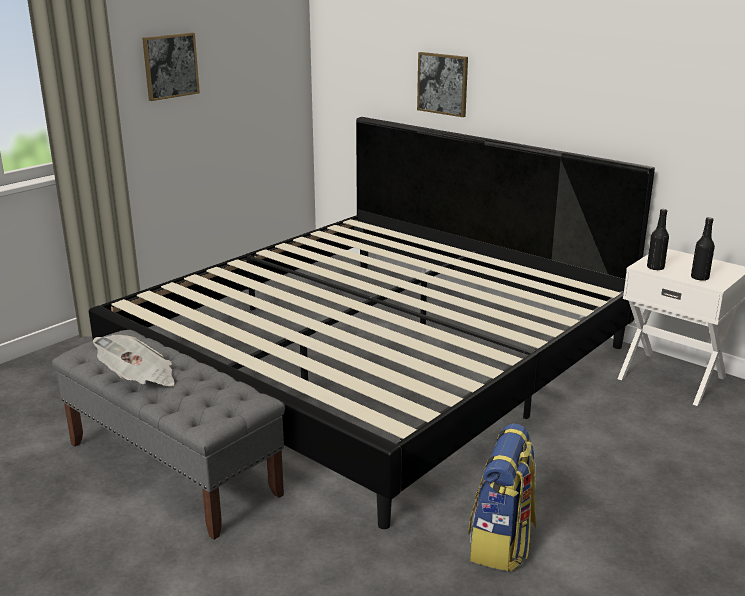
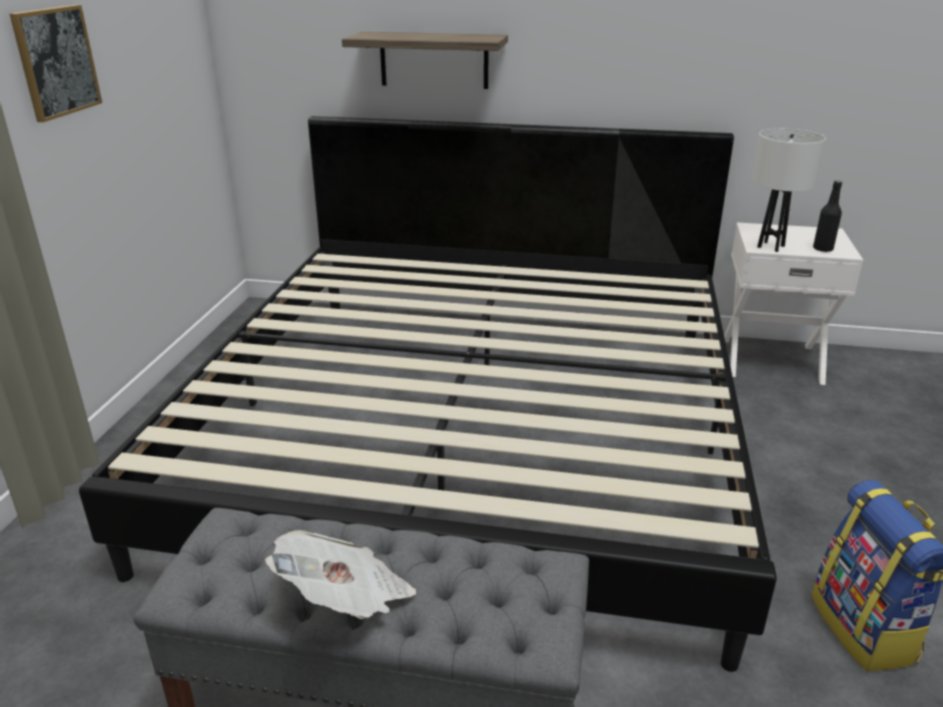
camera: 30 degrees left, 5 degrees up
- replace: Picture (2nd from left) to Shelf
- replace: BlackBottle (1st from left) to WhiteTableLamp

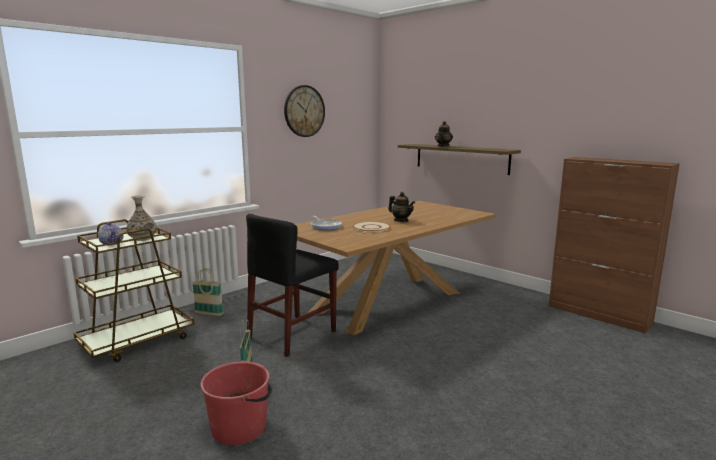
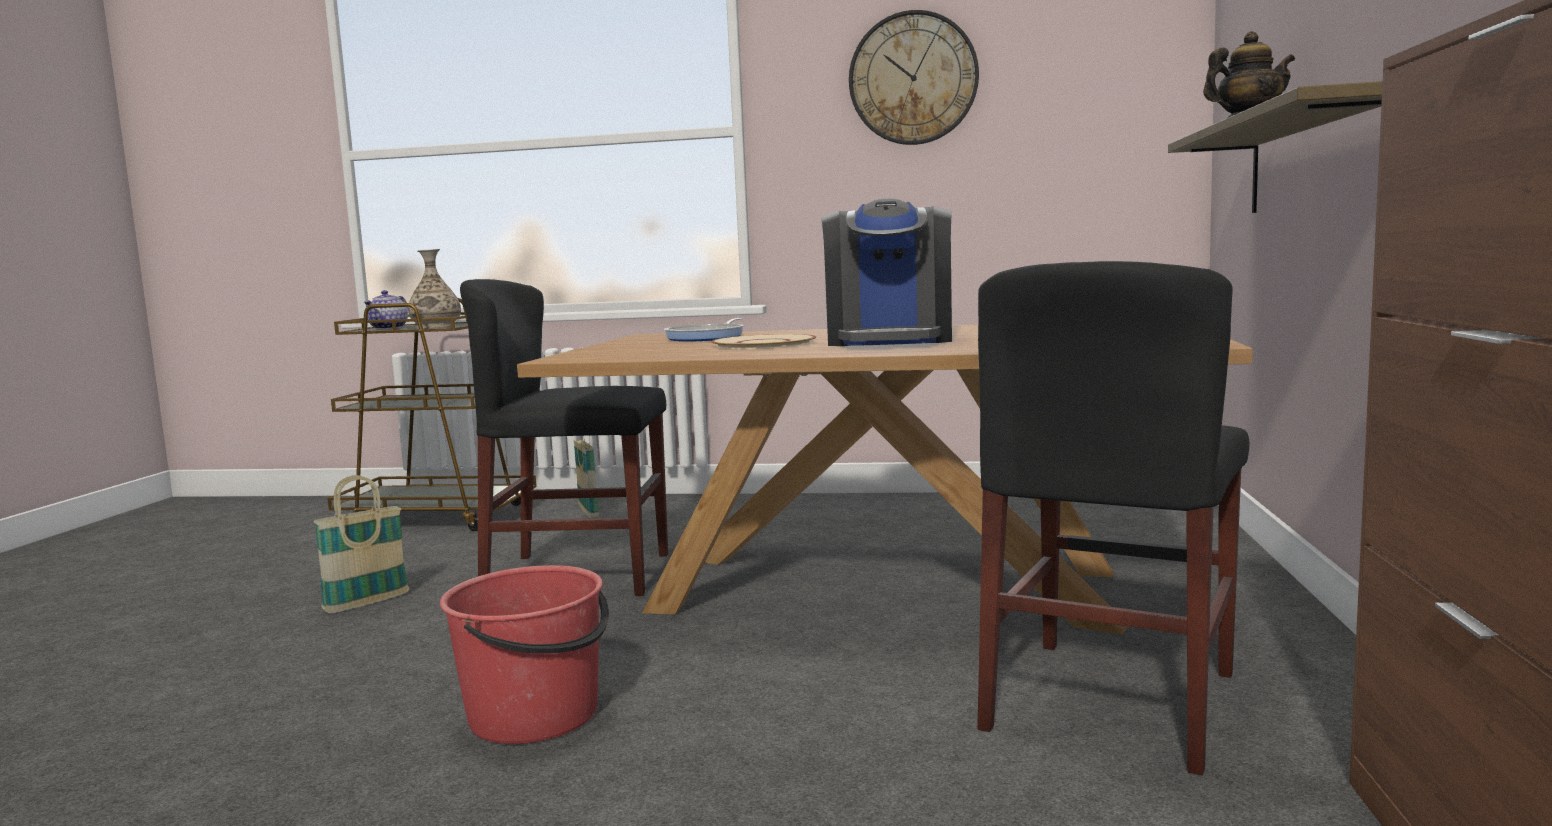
camera: 55 degrees right, 5 degrees down
- move: RedBucket
- replace: Teapot (2nd from left) to CoffeeMachine
- insert: BlackChair (2nd from left)

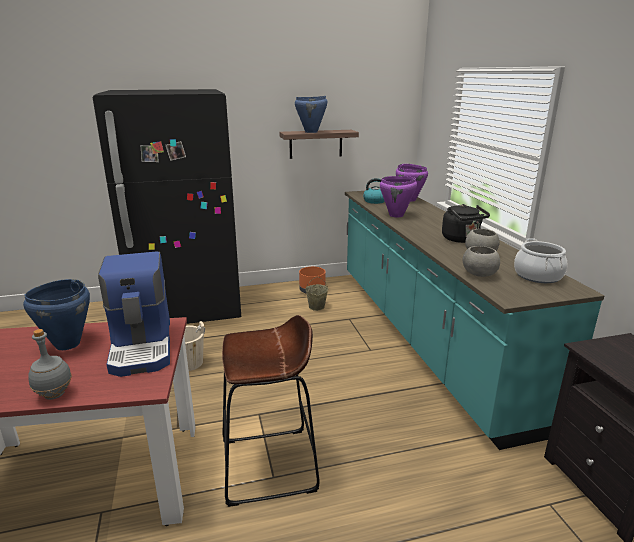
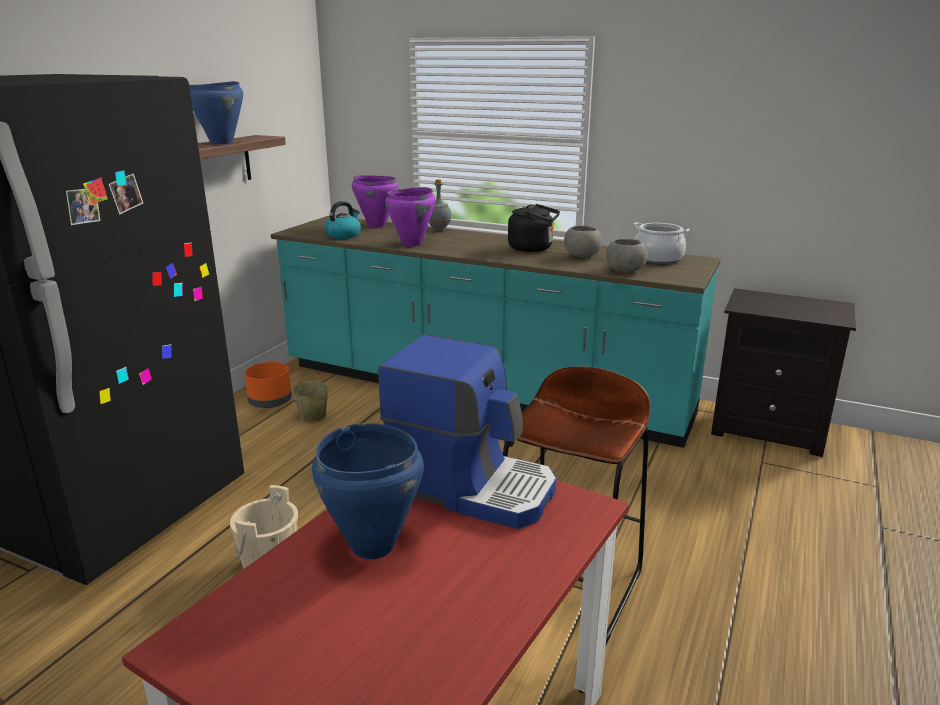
camera: 50 degrees left, 0 degrees up
- move: GreyBottle

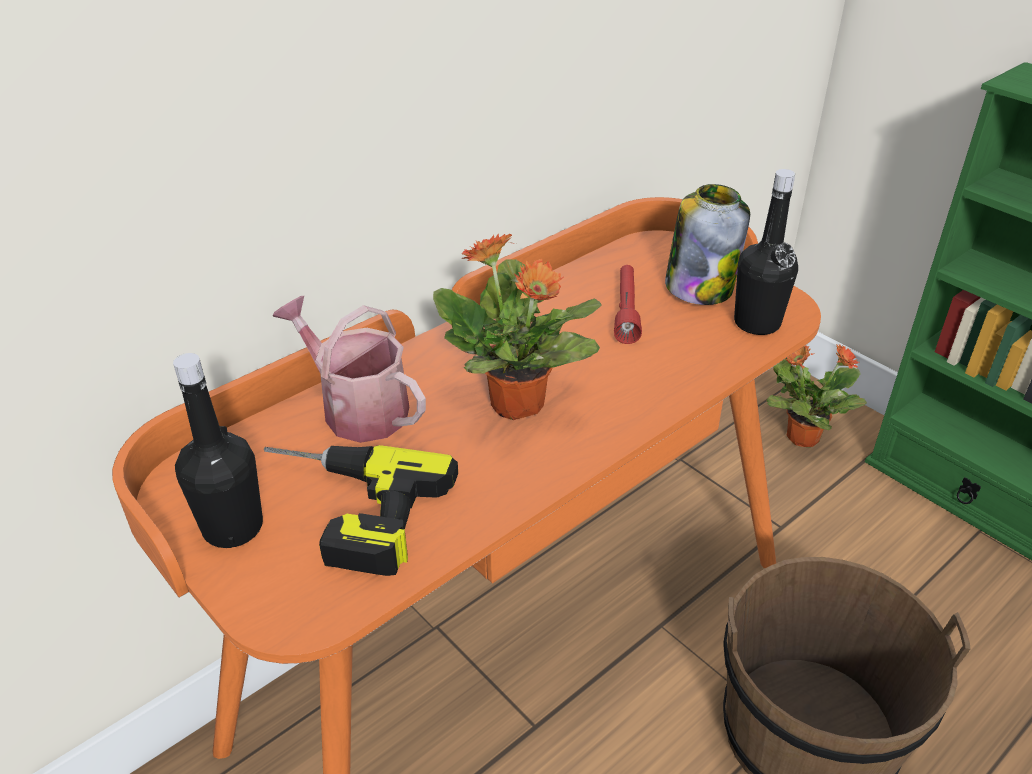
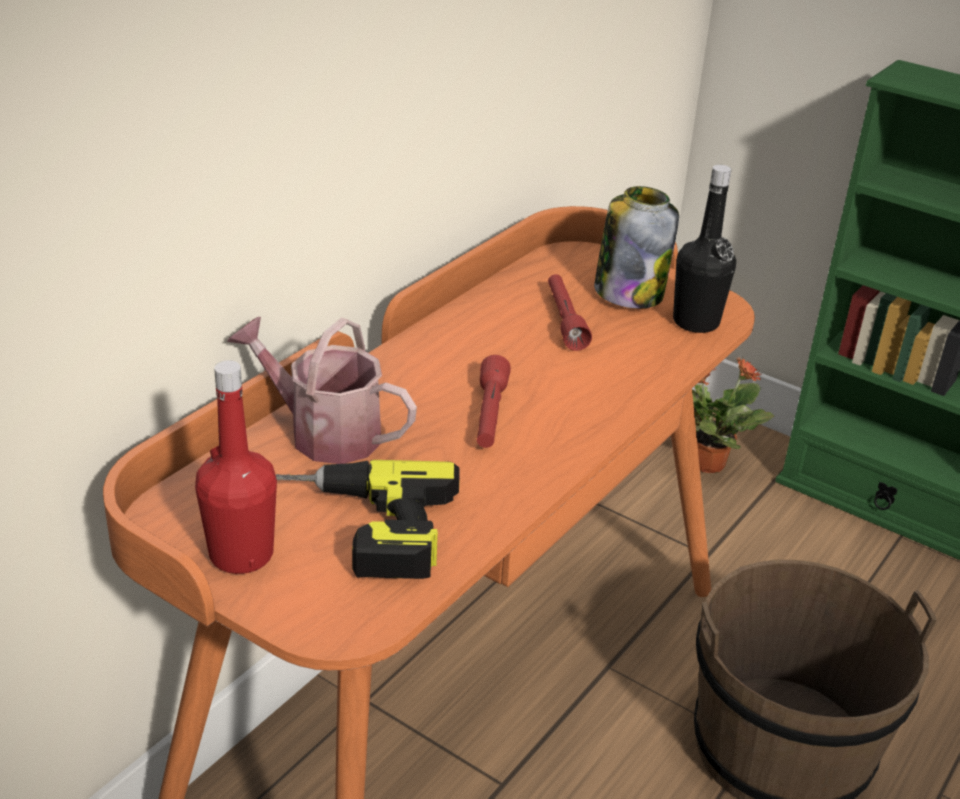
camera: 15 degrees left, 5 degrees down
- recolor: BlackBottle (1st from left) to RedBottle
- replace: PottedPlant (1st from left) to RedFlashlight (1st from left)

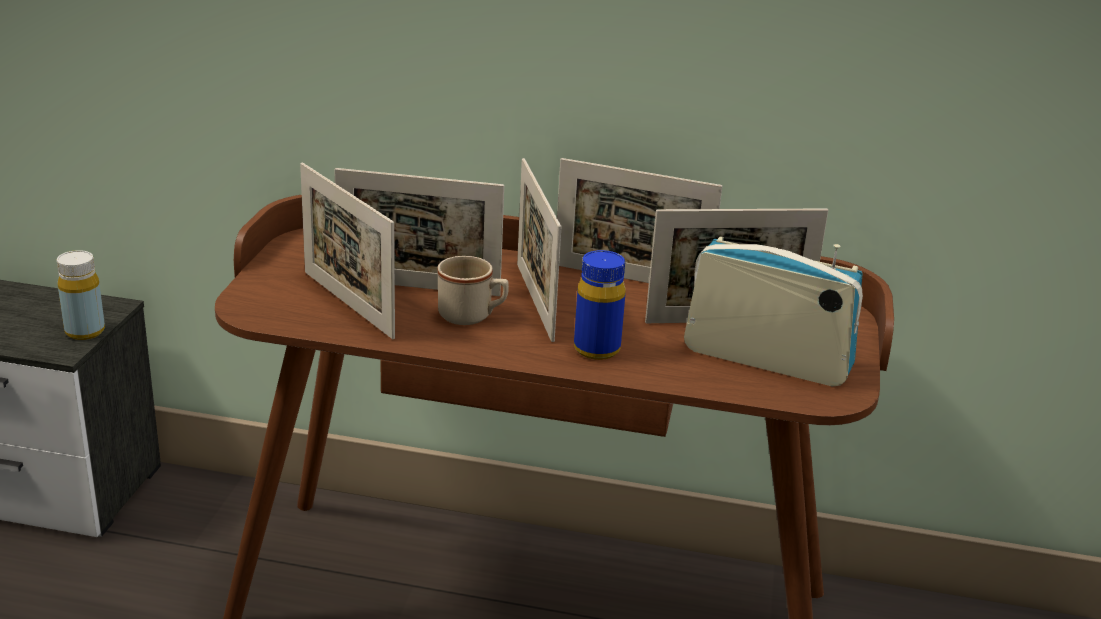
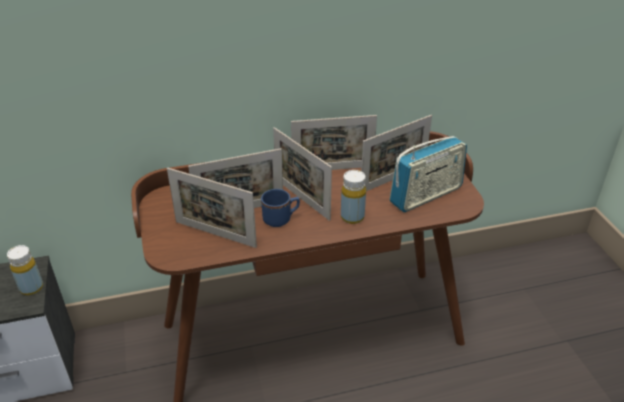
camera: 25 degrees left, 10 degrees up
- recolor: BeigeMug to BlueMug
- recolor: BlueBottle to YellowBottle (2nd from left)
- rotate: Radio 150 degrees clockwise

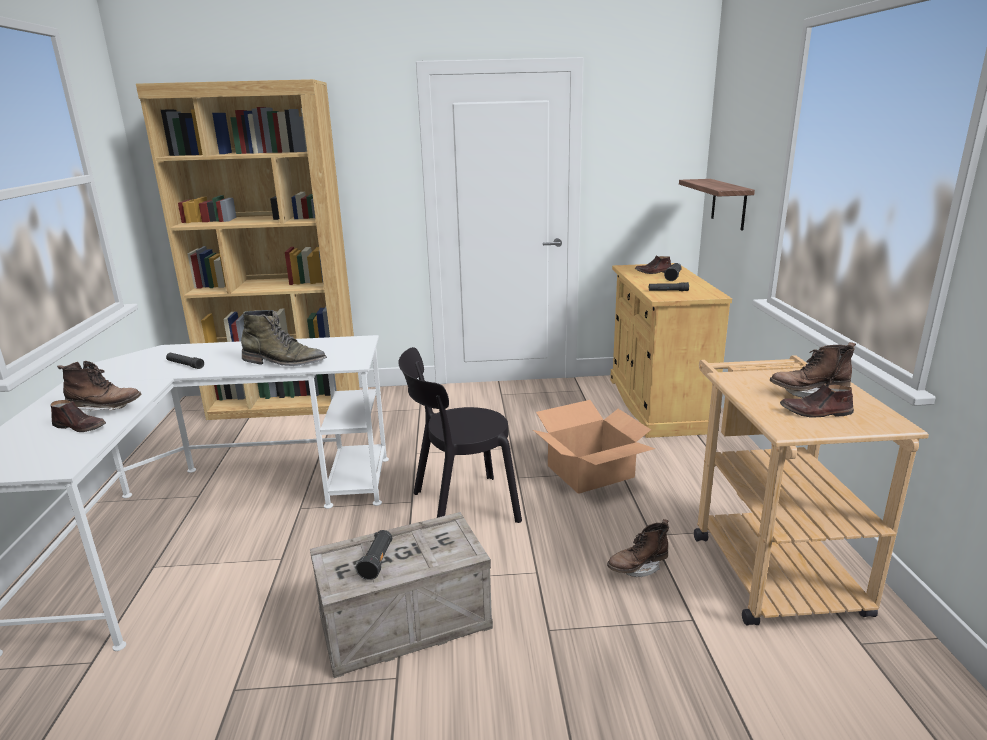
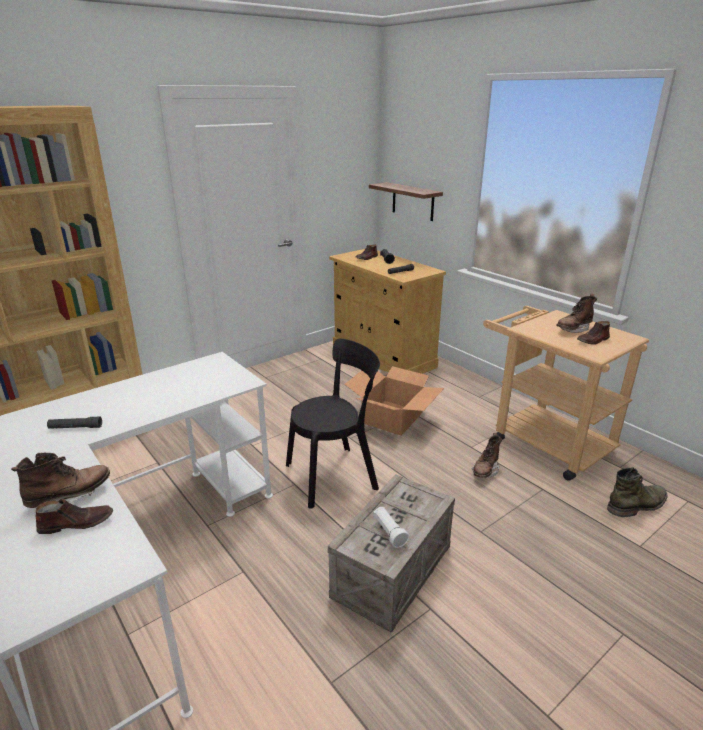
camera: 35 degrees left, 5 degrees up
- rotate: BlackChair 150 degrees counterclockwise
- recolor: BlackFlashlight (2nd from left) to WhiteFlashlight
- move: GreenBoot

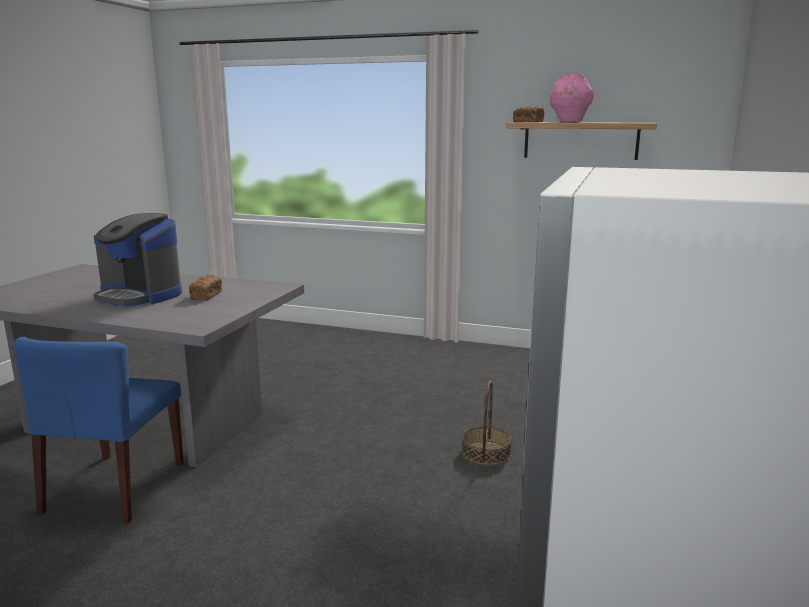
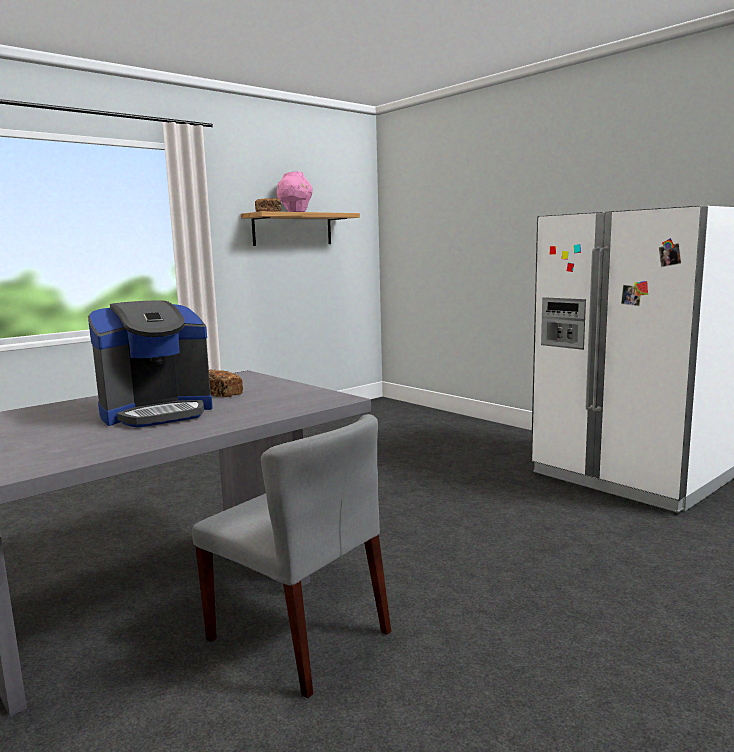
camera: 60 degrees left, 5 degrees down
- recolor: BlueChair to GreyChair
- delete: Basket

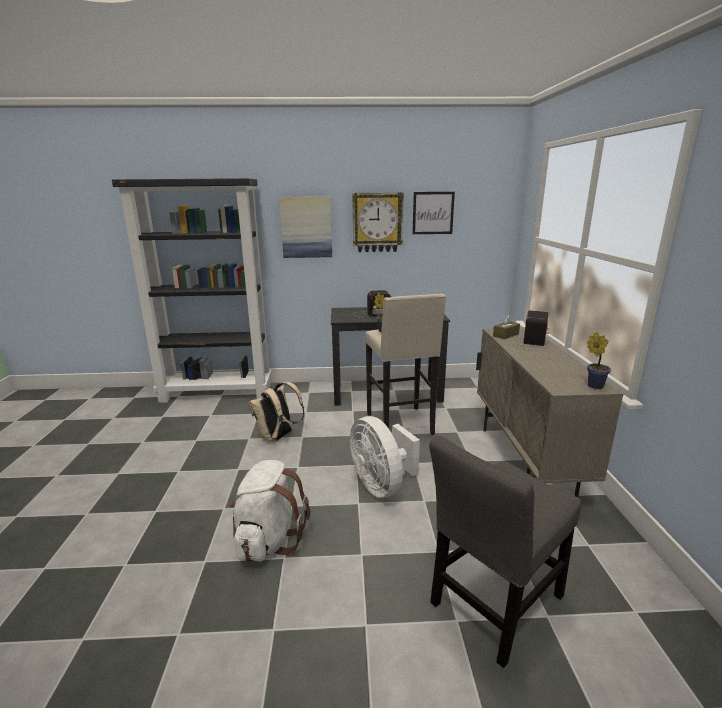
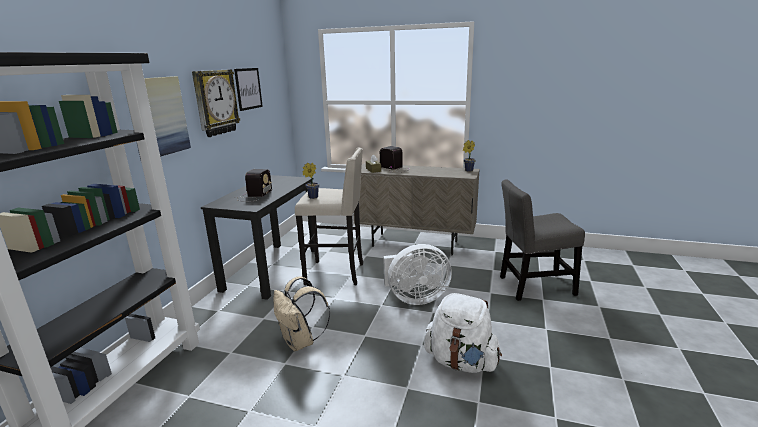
camera: 70 degrees left, 0 degrees up
- rotate: GreyChair 105 degrees clockwise

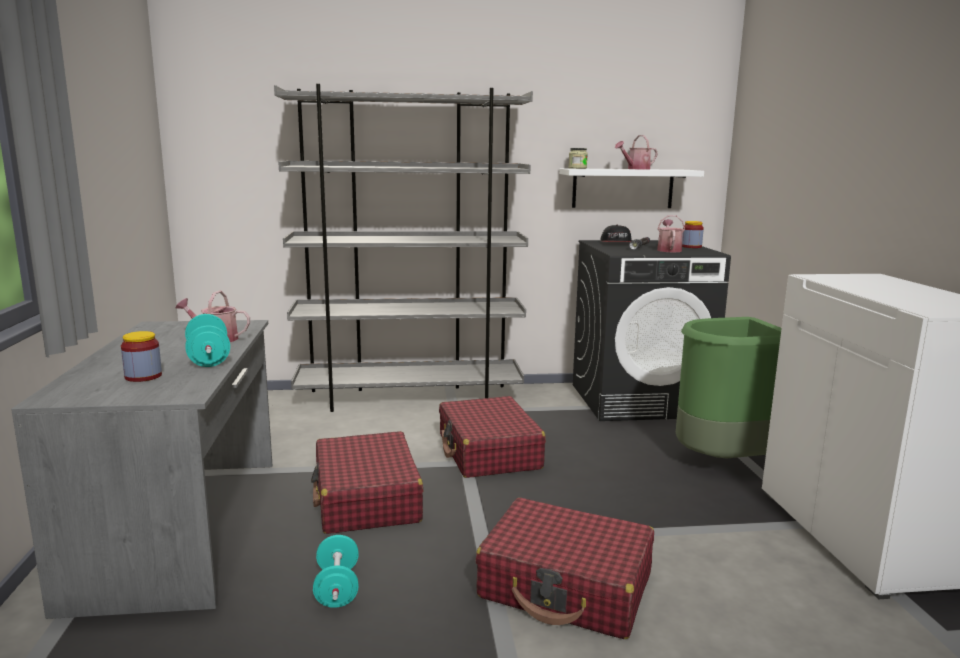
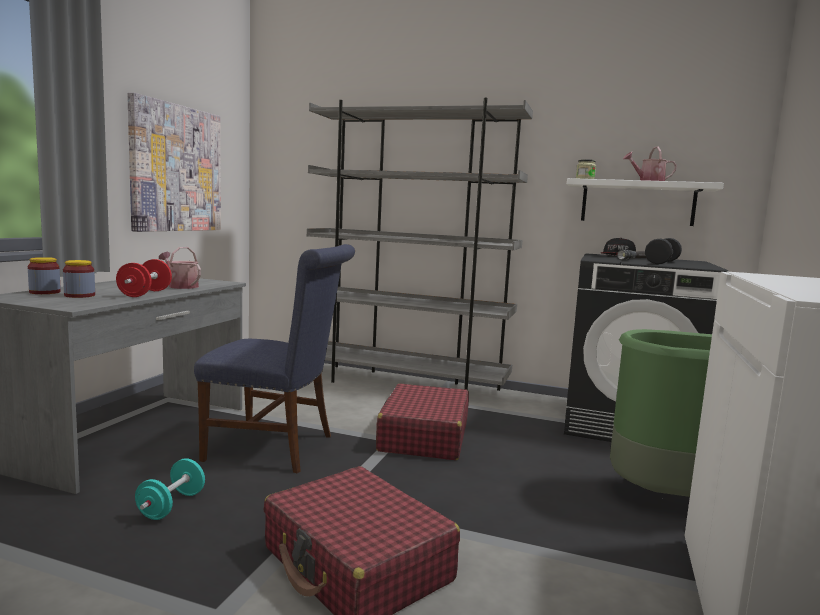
camera: 25 degrees right, 5 degrees down
- move: Jar (3rd from left in the first image) to Jar (1st from left)
- recolor: TurquoiseDumbbell (1st from left) to RedDumbbell
- insert: Picture
- replace: RedSuitcase (1st from left) to BlueChair
- replace: WateringCan (3rd from left) to BlackDumbbell

